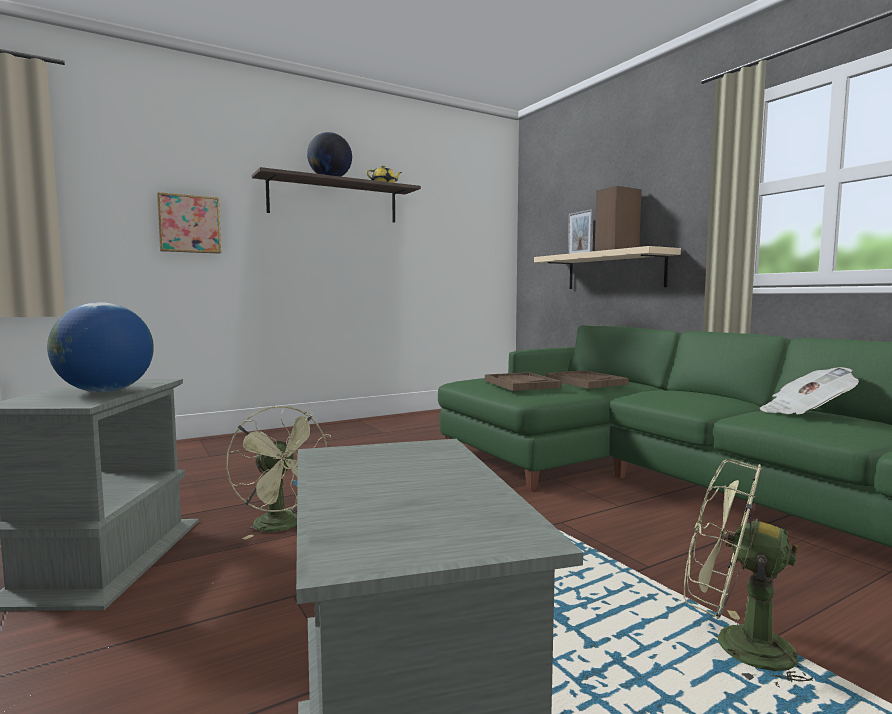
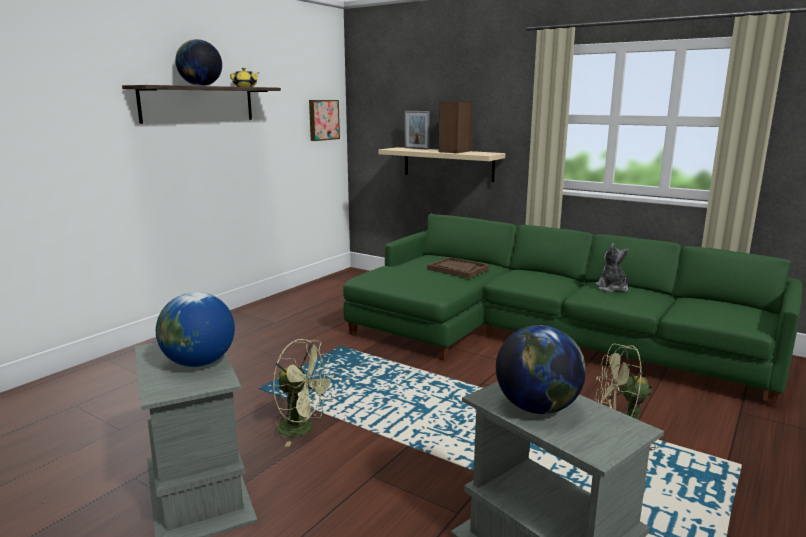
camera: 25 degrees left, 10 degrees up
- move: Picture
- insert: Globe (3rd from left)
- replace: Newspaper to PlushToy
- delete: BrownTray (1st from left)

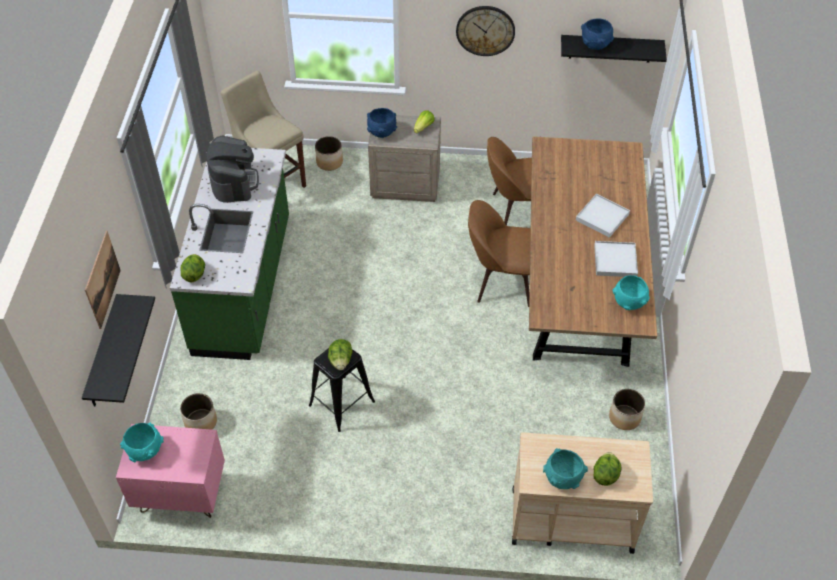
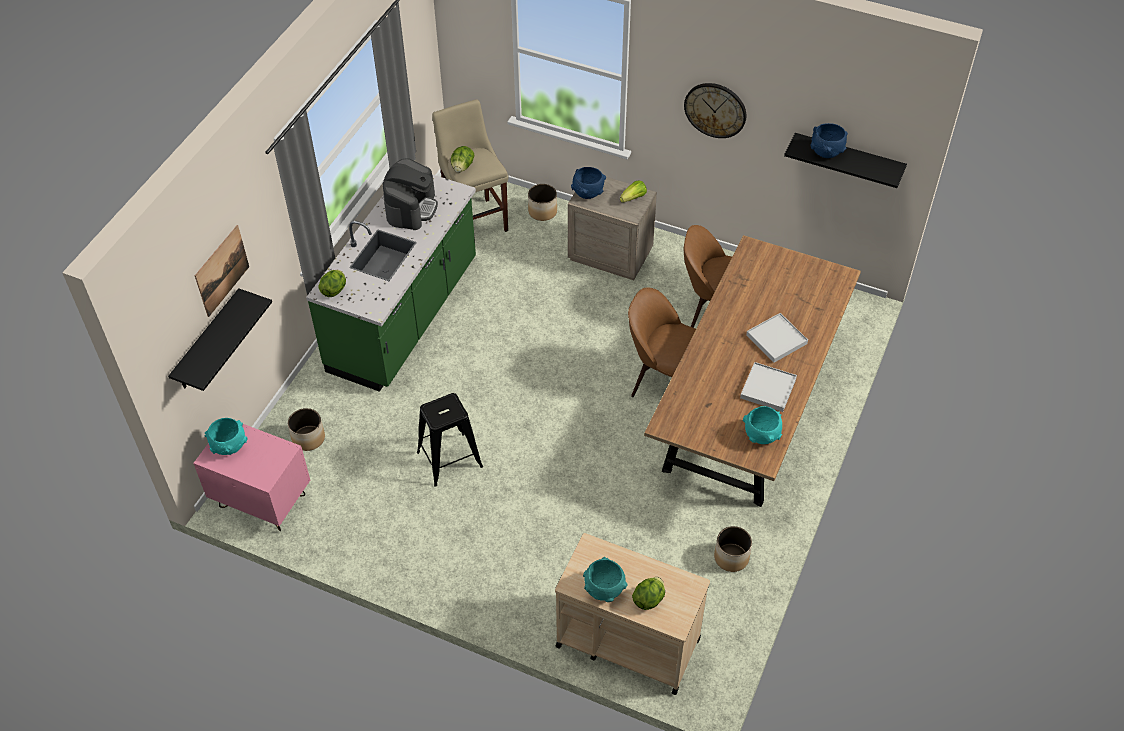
camera: 20 degrees right, 0 degrees up
- move: Lettuce (2nd from left)

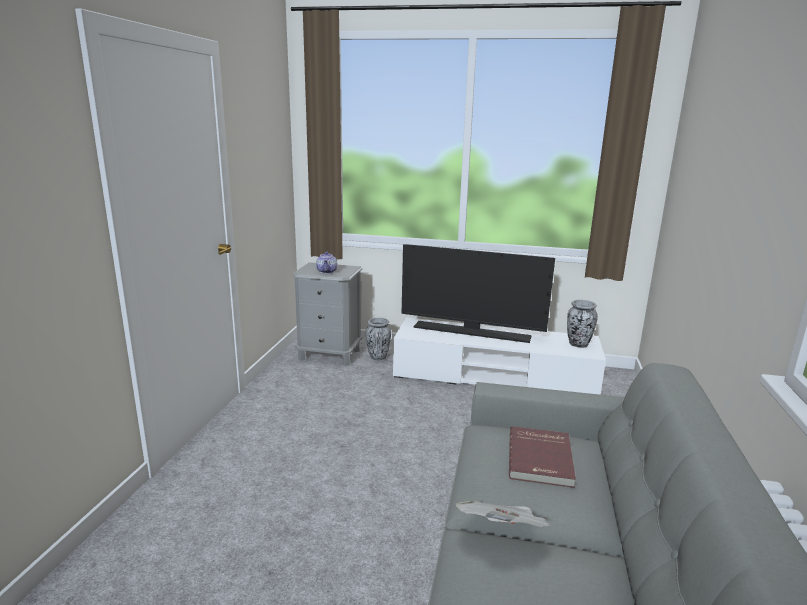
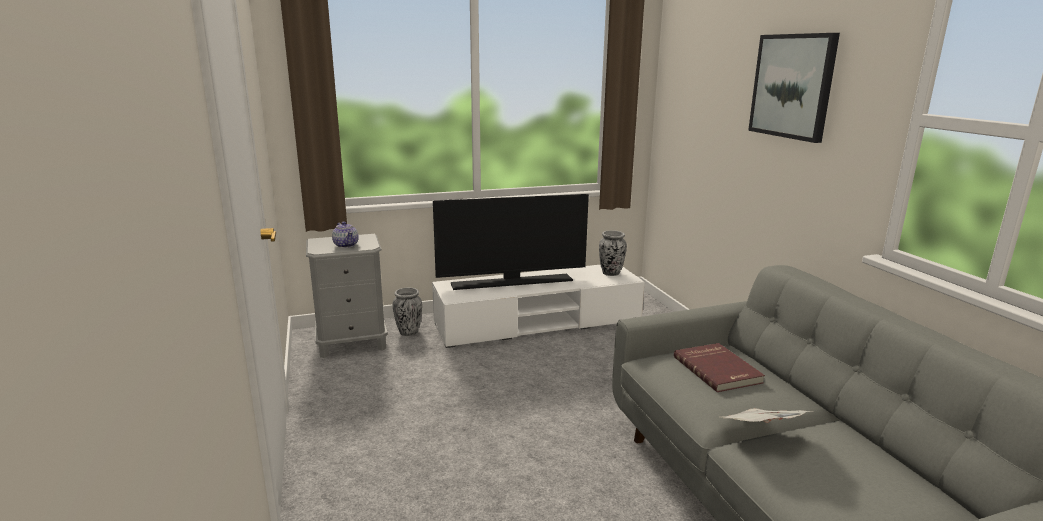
camera: 30 degrees left, 0 degrees up
- insert: Picture

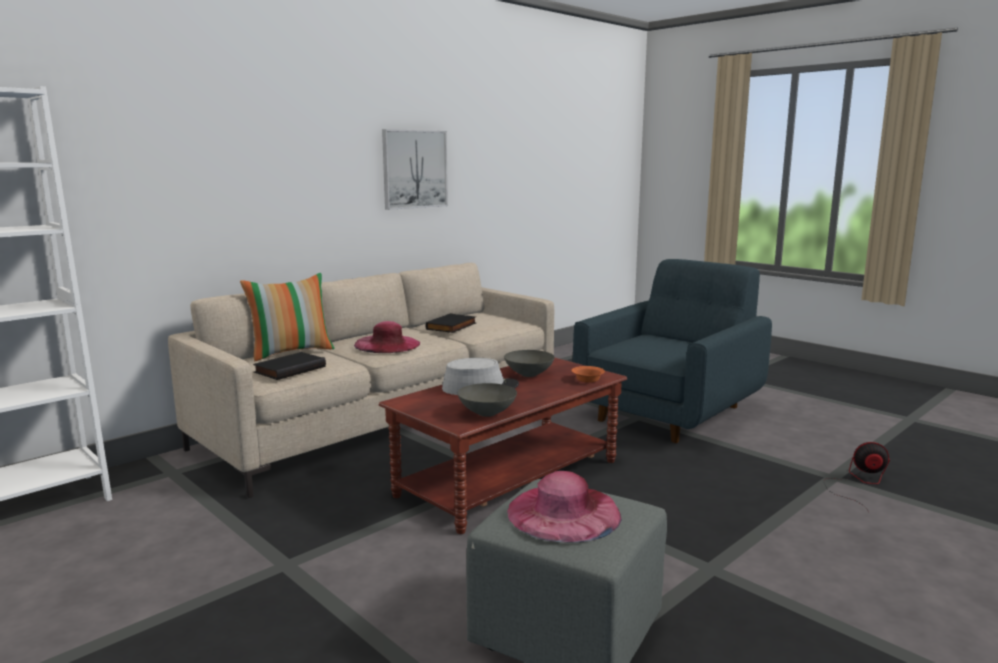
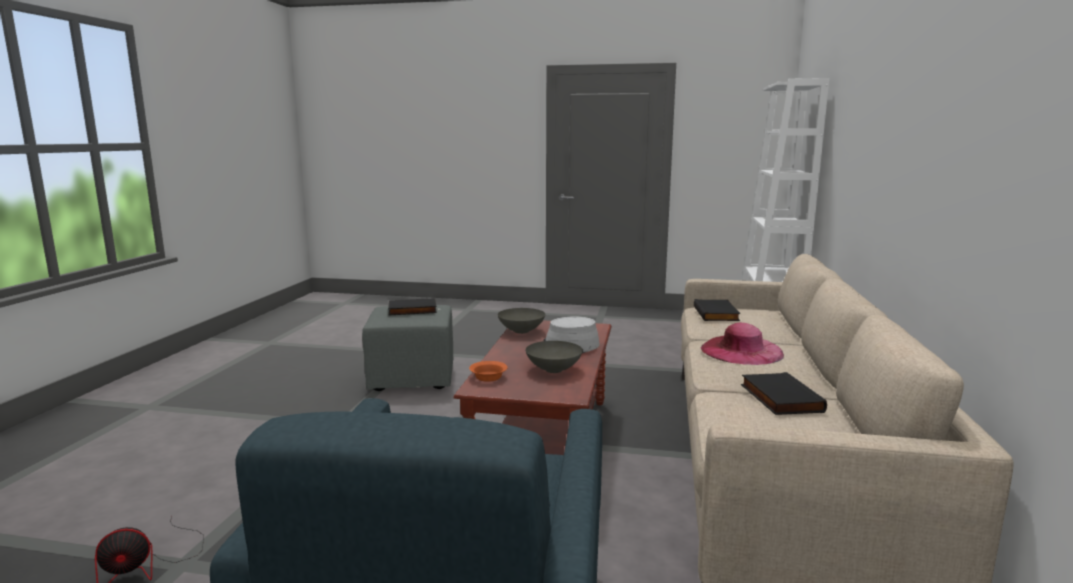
camera: 145 degrees right, 0 degrees up
- replace: PinkHat (2nd from left) to BlackBook (1st from left)
- delete: Pillow
- delete: Picture

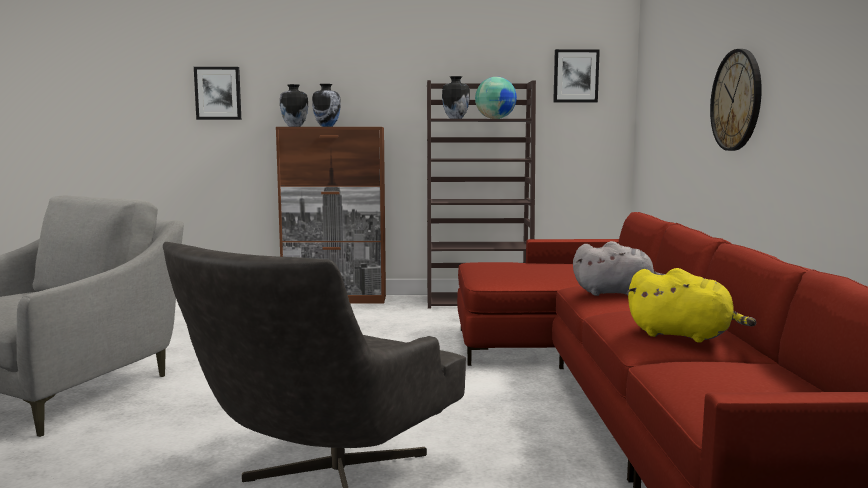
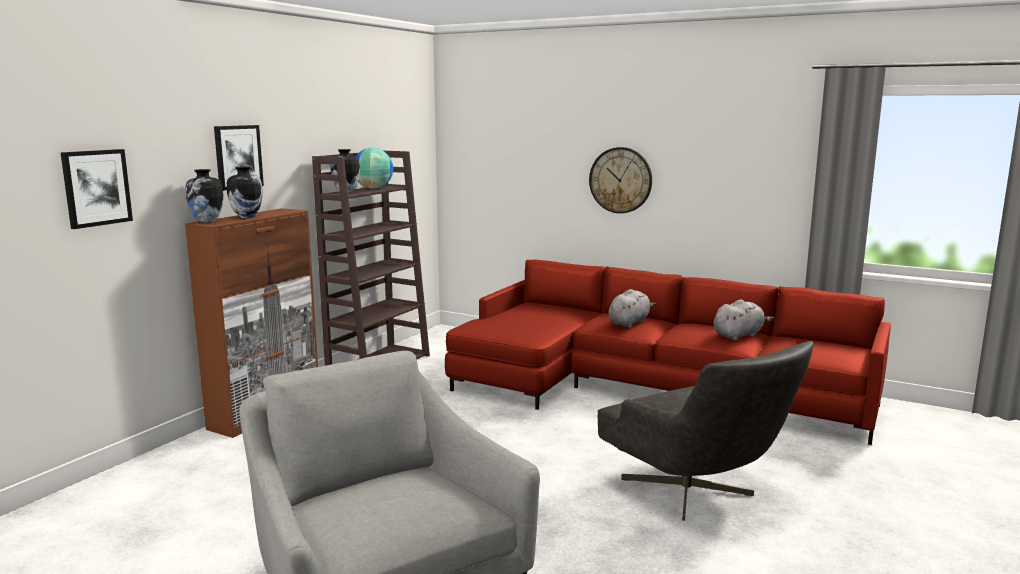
camera: 60 degrees left, 5 degrees up
- move: Picture (2nd from left)
- recolor: YellowPlushToy to GreyPlushToy (2nd from left)

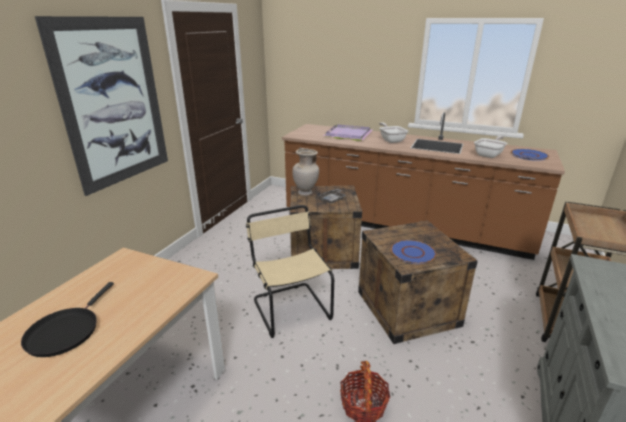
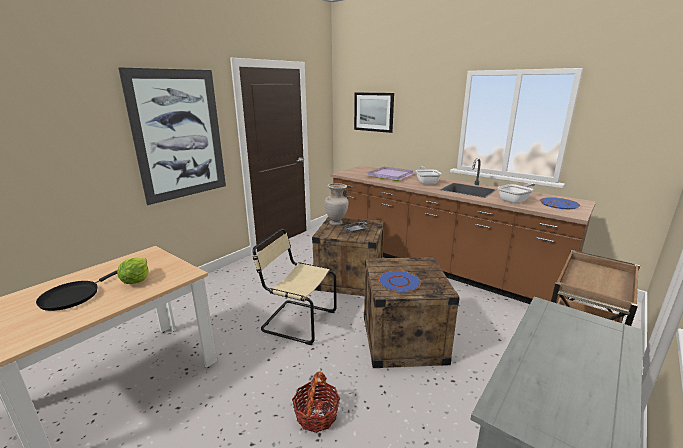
camera: 15 degrees right, 5 degrees down
- insert: Lettuce
- rotate: BeigeChair 60 degrees counterclockwise
- insert: Picture (2nd from left)

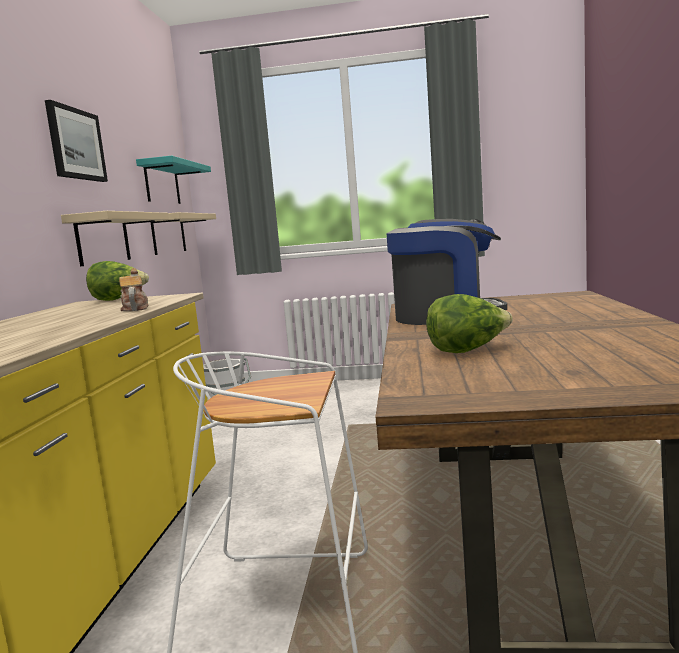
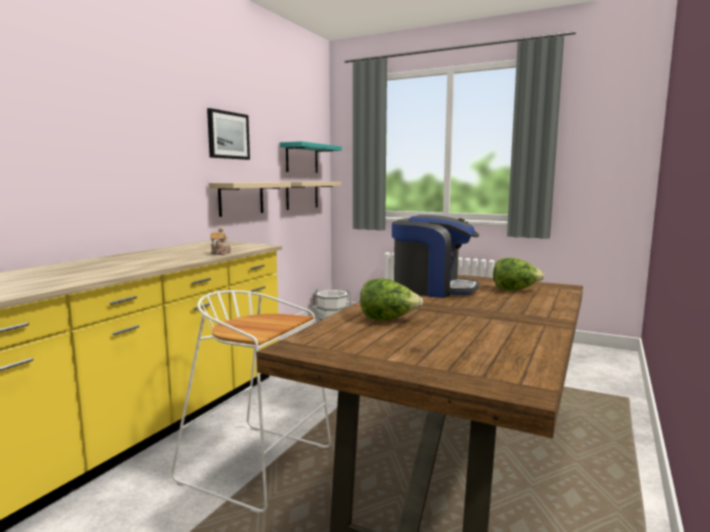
camera: 20 degrees right, 0 degrees up
- move: Lettuce (1st from left in the first image) to Lettuce (2nd from left)

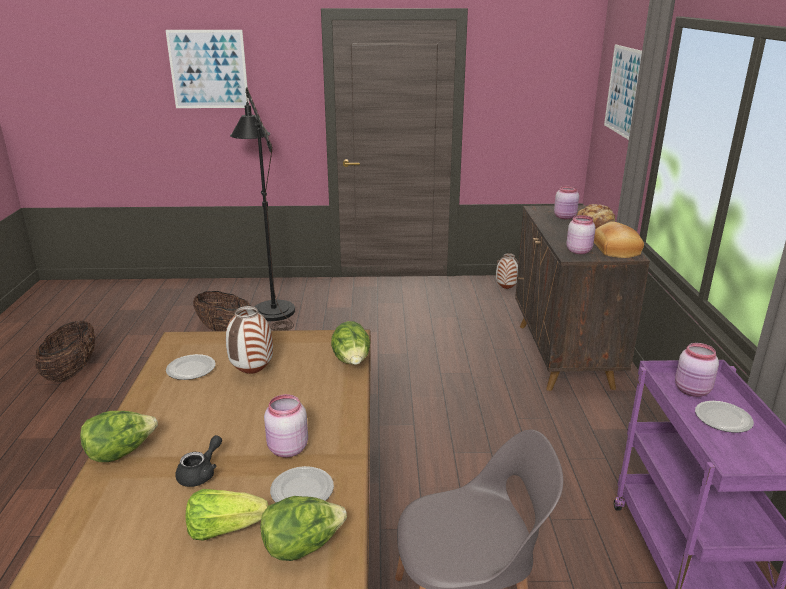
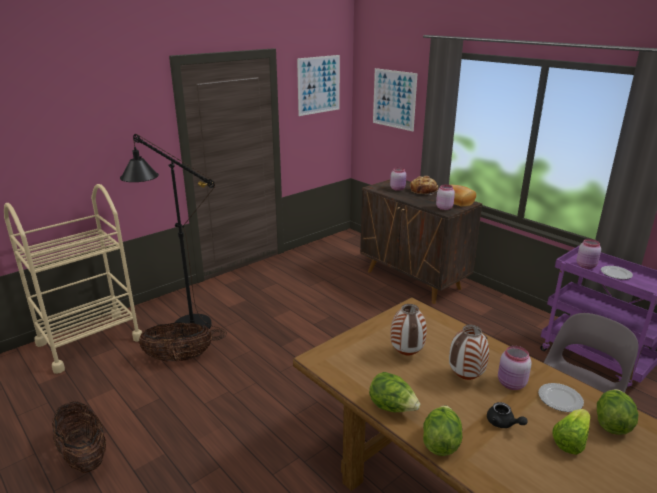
camera: 40 degrees left, 0 degrees up
- insert: BeigeCart
- move: Picture (1st from left)
- move: Lettuce (4th from left in the first image) to Lettuce (1st from left)
- move: Vase (2nd from left)
- rotate: BlackTeapot 150 degrees clockwise
- delete: Plate (1st from left)

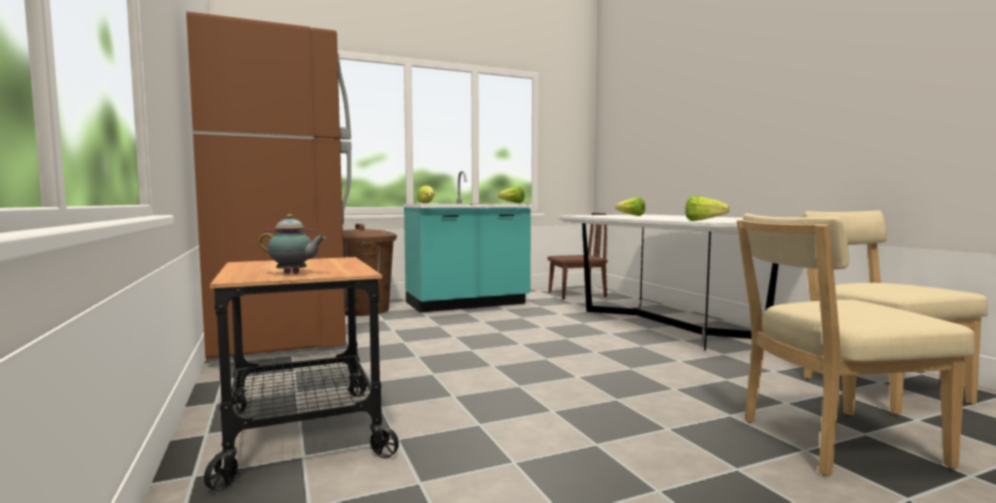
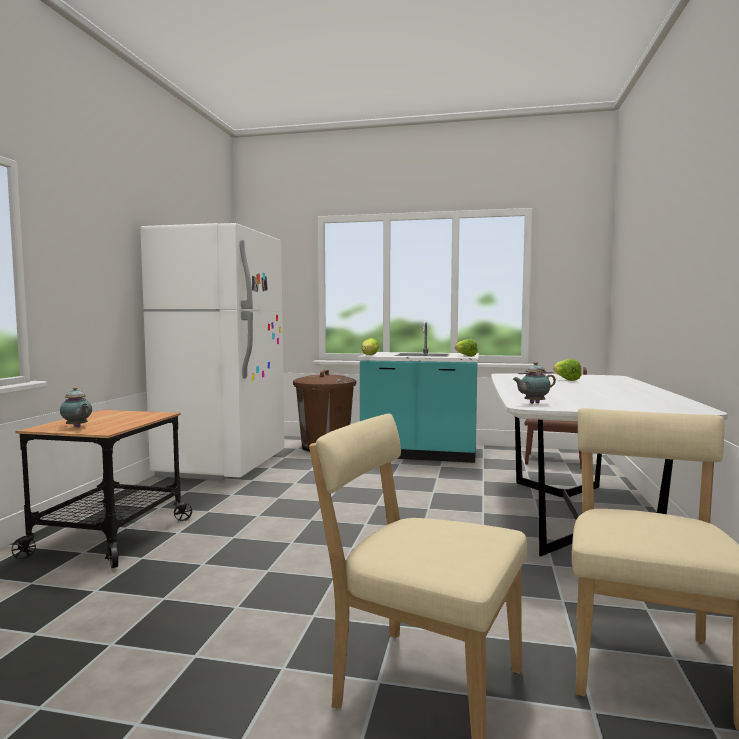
camera: 35 degrees right, 0 degrees up
- recolor: BrownFridge to WhiteFridge
- replace: Lettuce (4th from left) to Teapot (2nd from left)

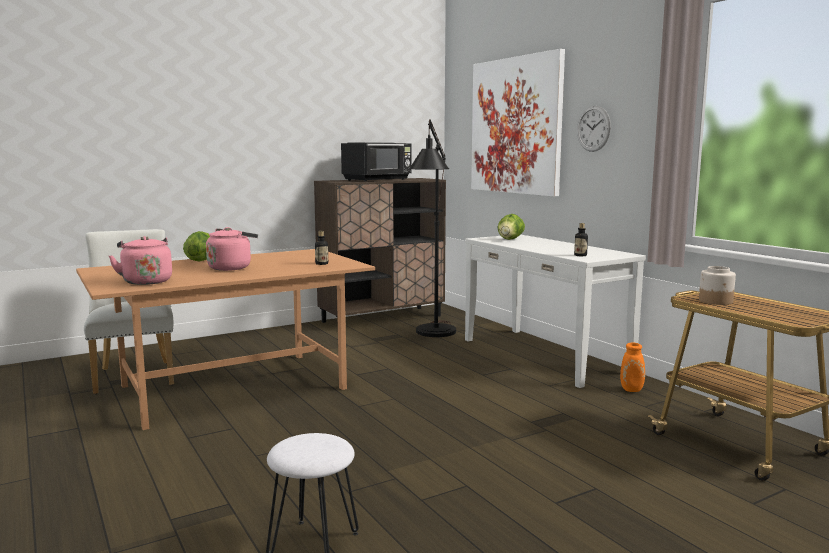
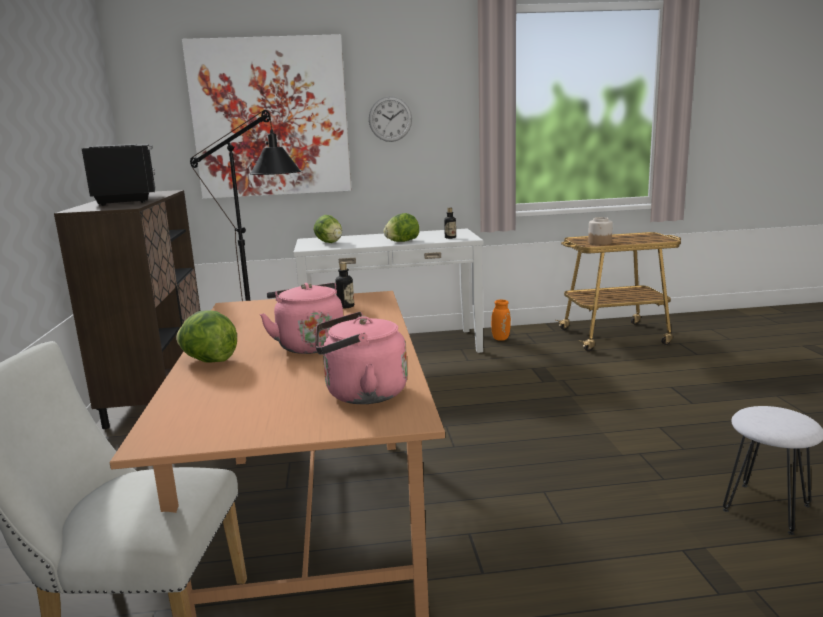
camera: 65 degrees left, 5 degrees up
- insert: Lettuce (3rd from left)

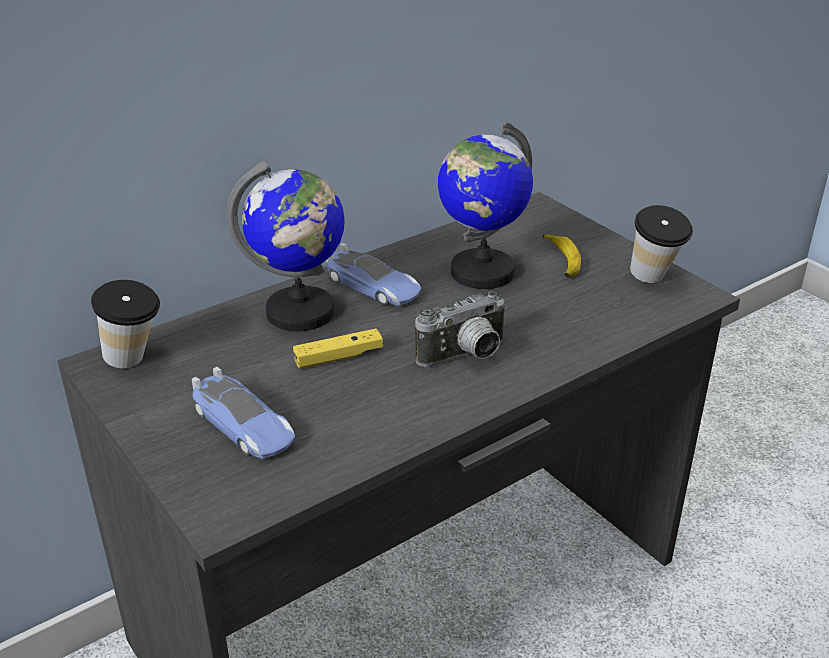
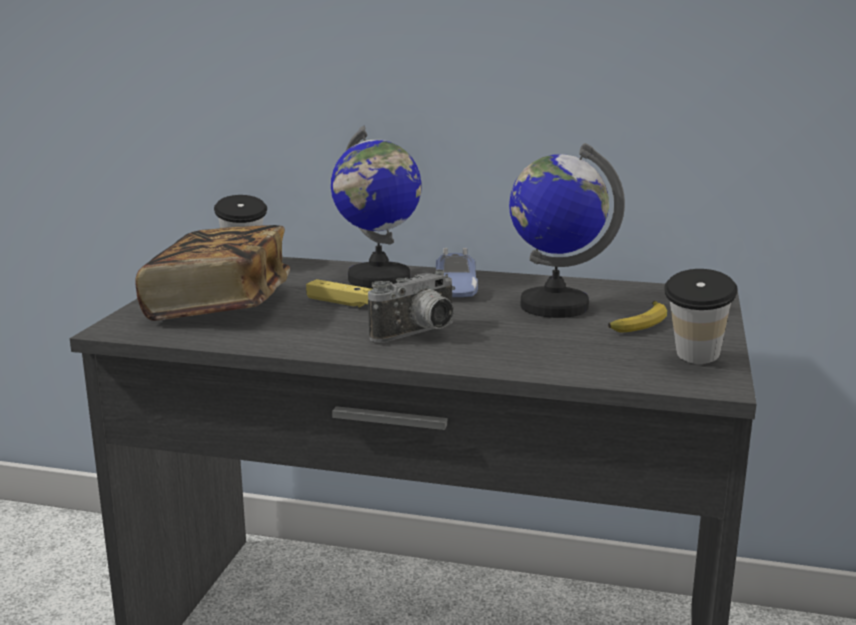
camera: 50 degrees right, 15 degrees down
- replace: ToyCar (1st from left) to Book
- rotate: PhotoCamera 60 degrees counterclockwise

